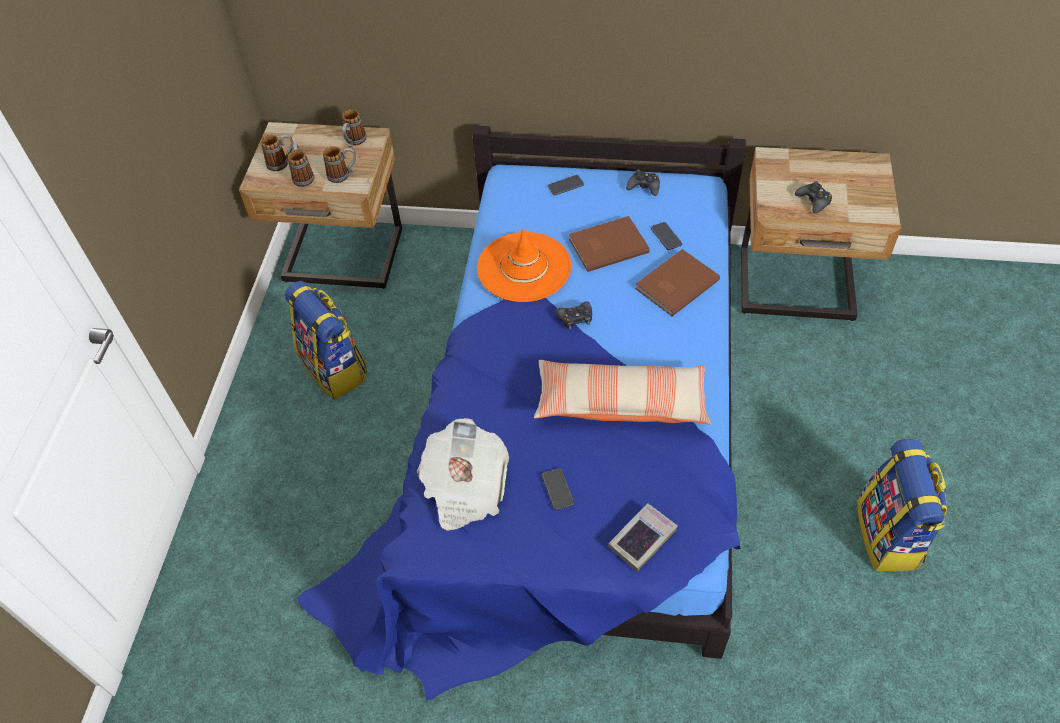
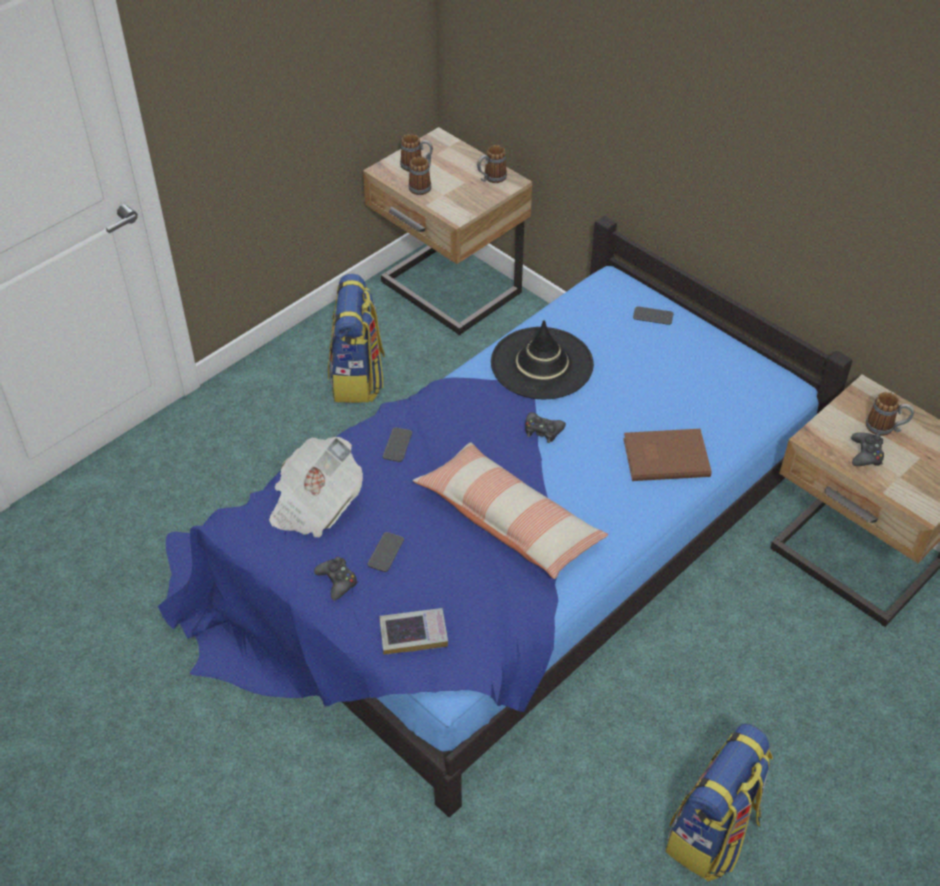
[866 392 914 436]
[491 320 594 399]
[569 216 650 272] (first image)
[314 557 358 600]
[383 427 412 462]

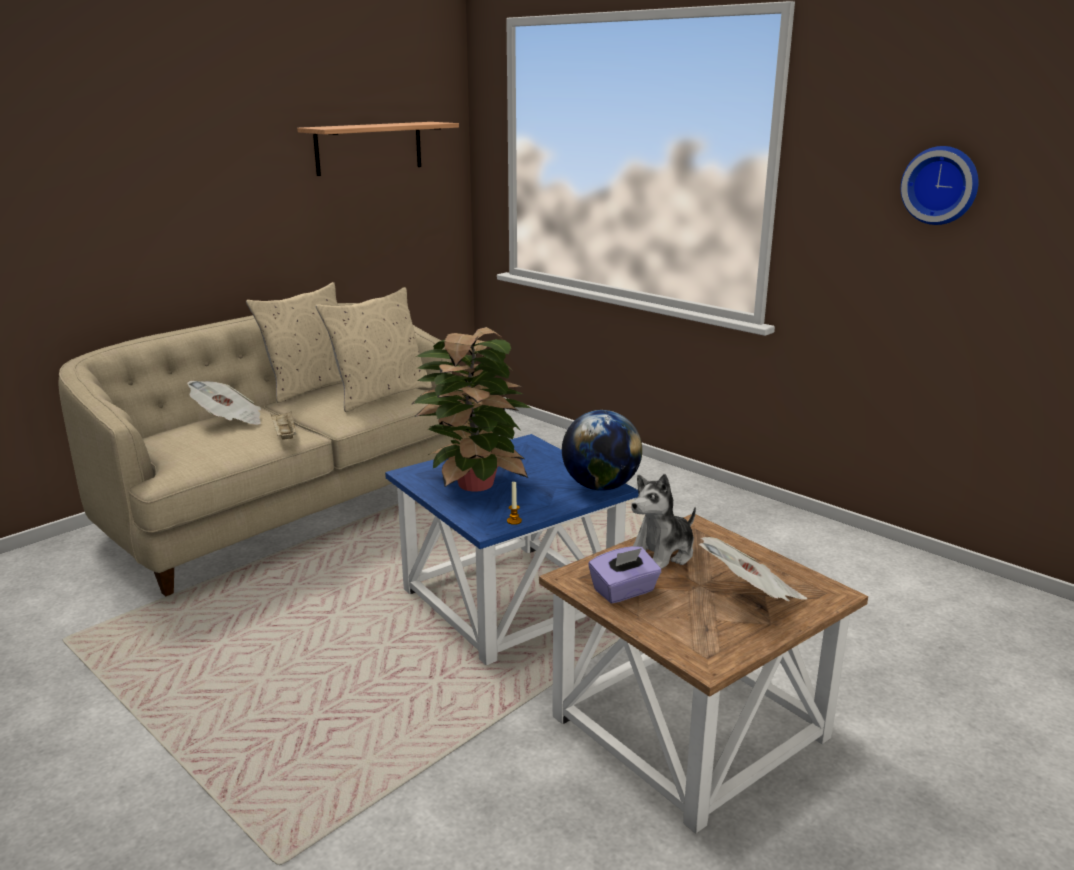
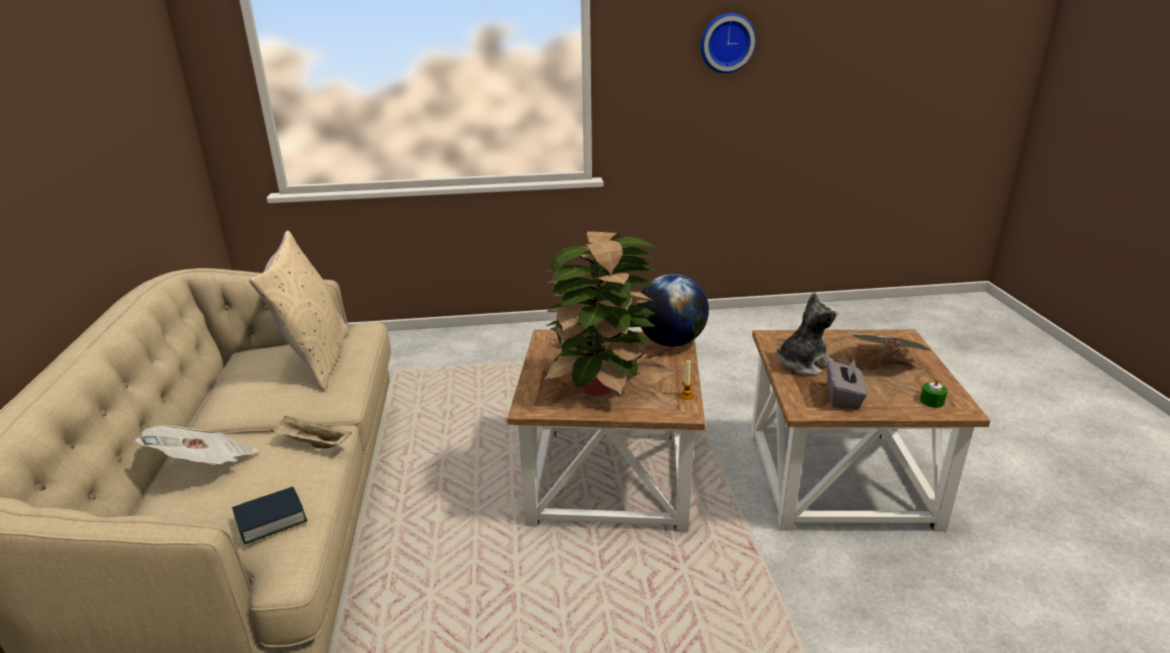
[246 282 342 403] (first image)
[297 122 459 176] (first image)
[507 329 705 532]
[827 358 867 409]
[777 292 838 375]
[232 487 307 544]
[920 378 948 408]

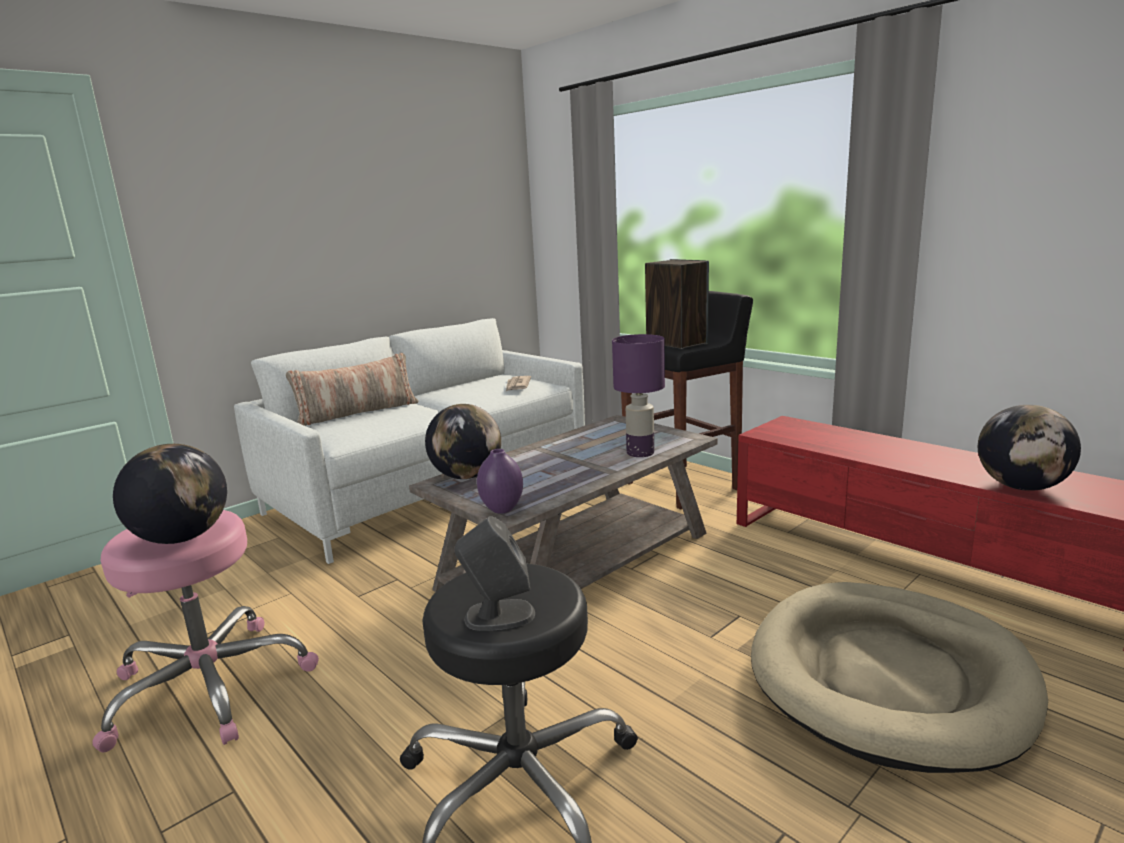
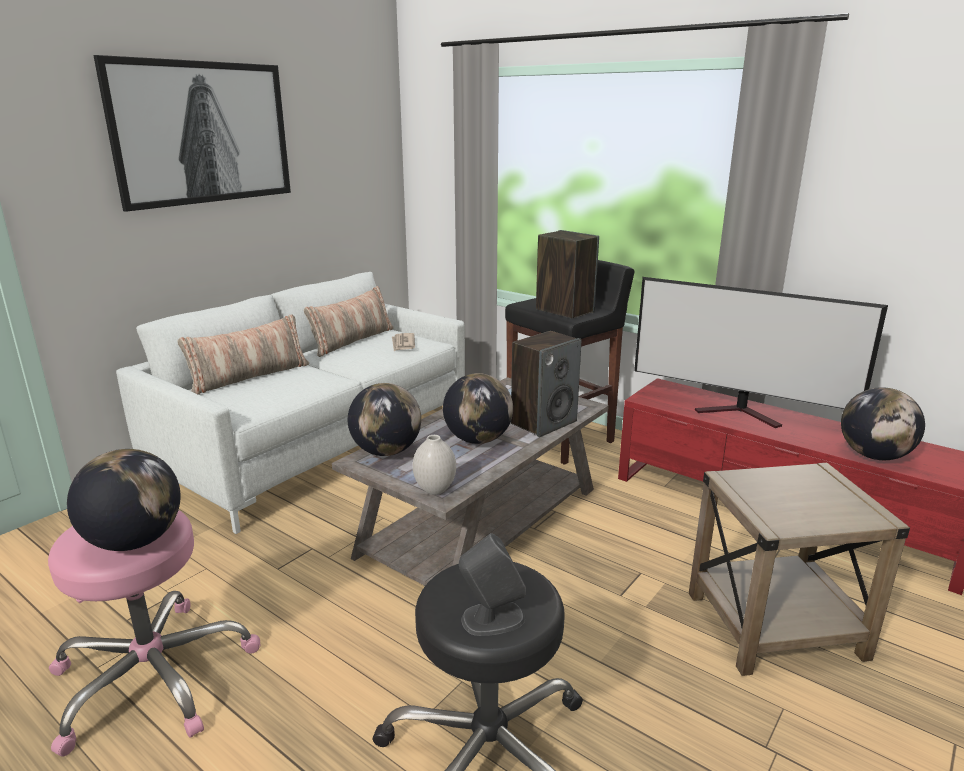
[413 435 456 495]
[511 331 581 437]
[689 463 910 676]
[93 55 291 212]
[304 286 393 357]
[443 373 513 444]
[634 277 888 428]

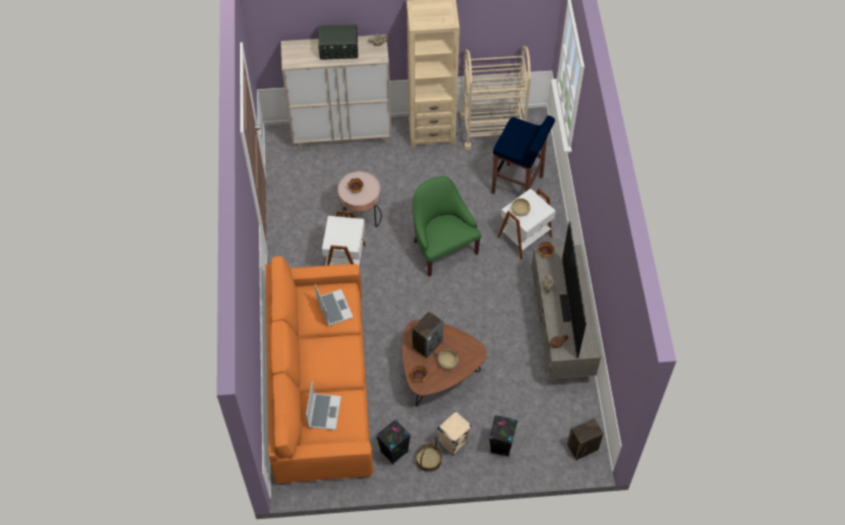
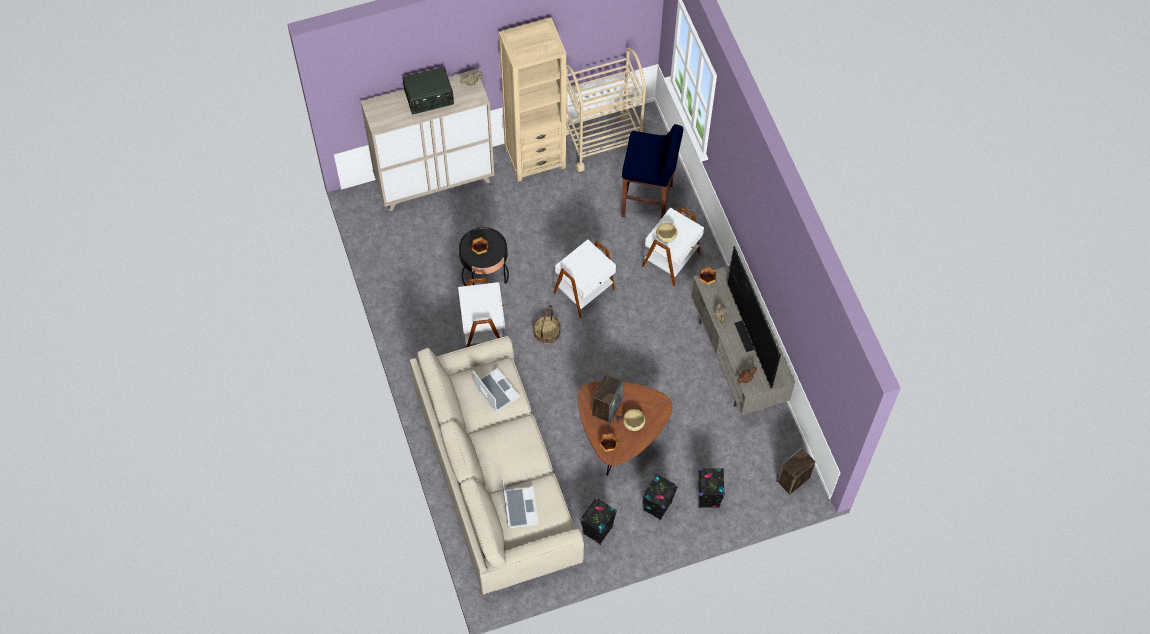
[410 336 584 594]
[459 227 509 286]
[553 239 616 319]
[533 305 561 344]
[642 474 678 520]

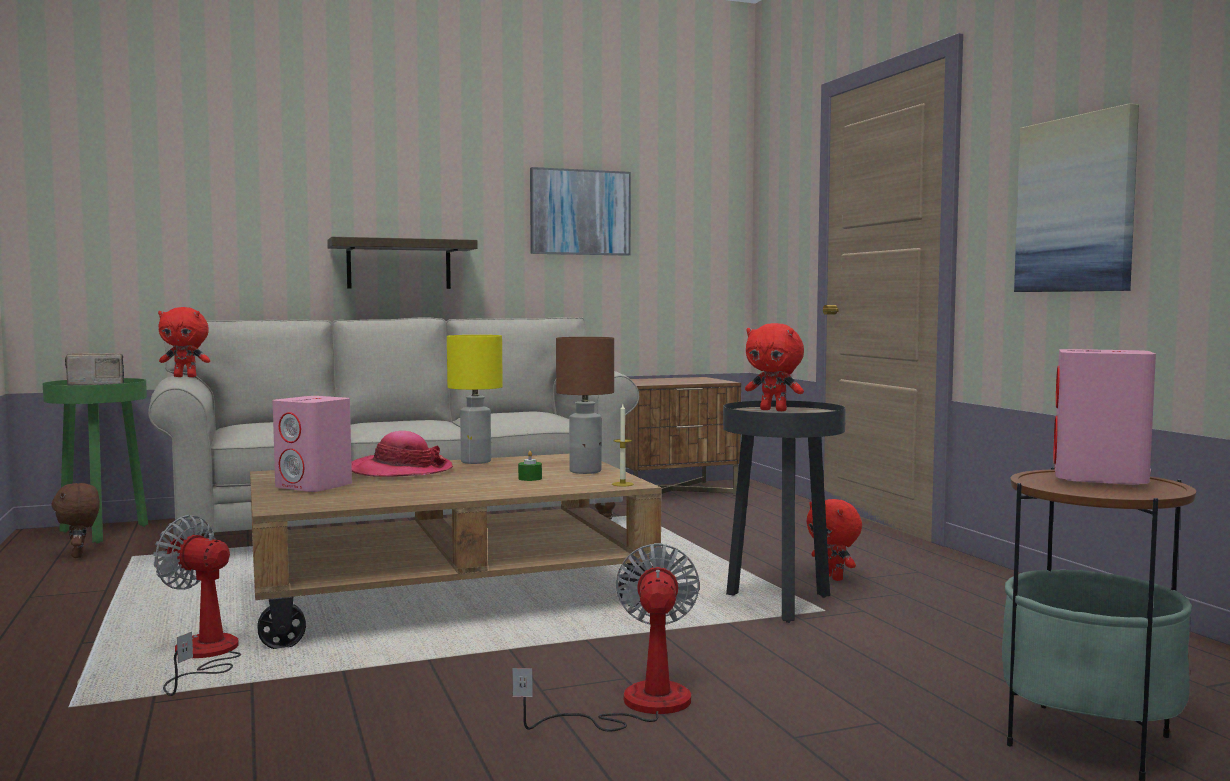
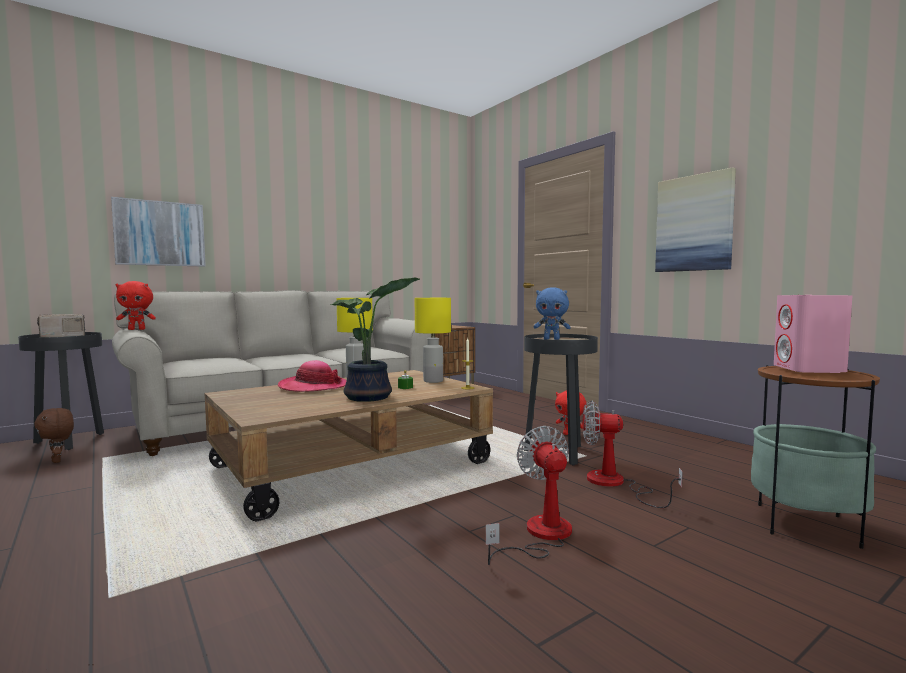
[18 332 104 450]
[583 400 683 508]
[273 396 352 492] (first image)
[327 237 478 289] (first image)
[111 197 206 267]
[415 298 451 383]
[534 287 571 340]
[330 277 420 402]

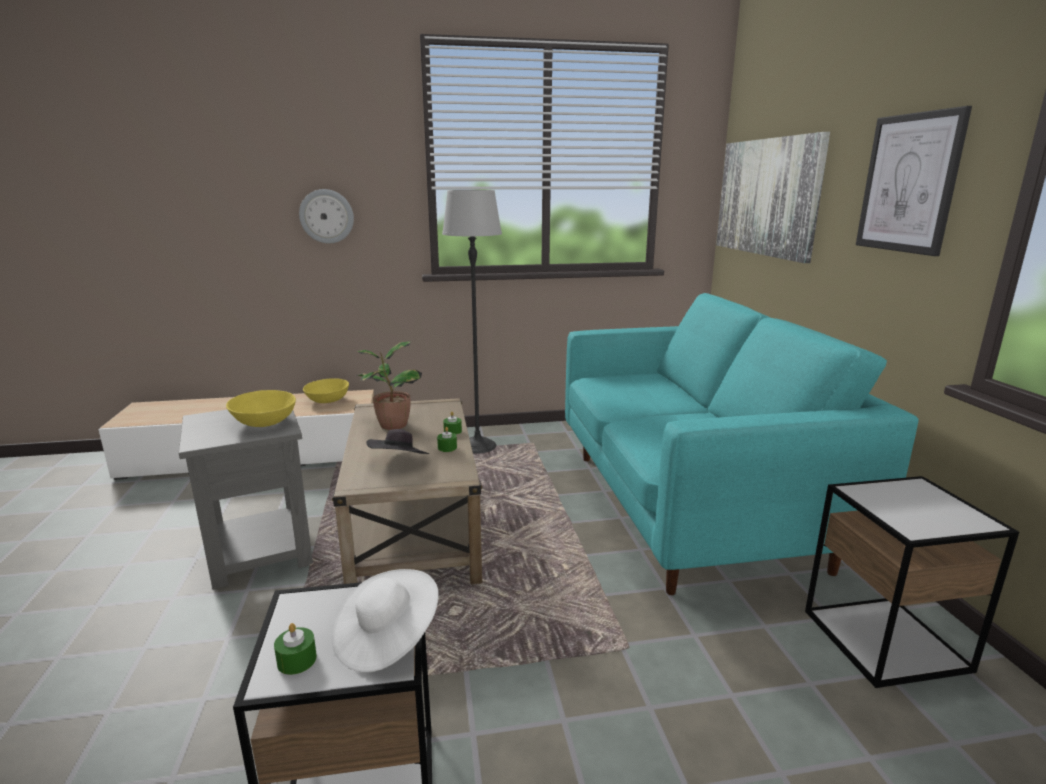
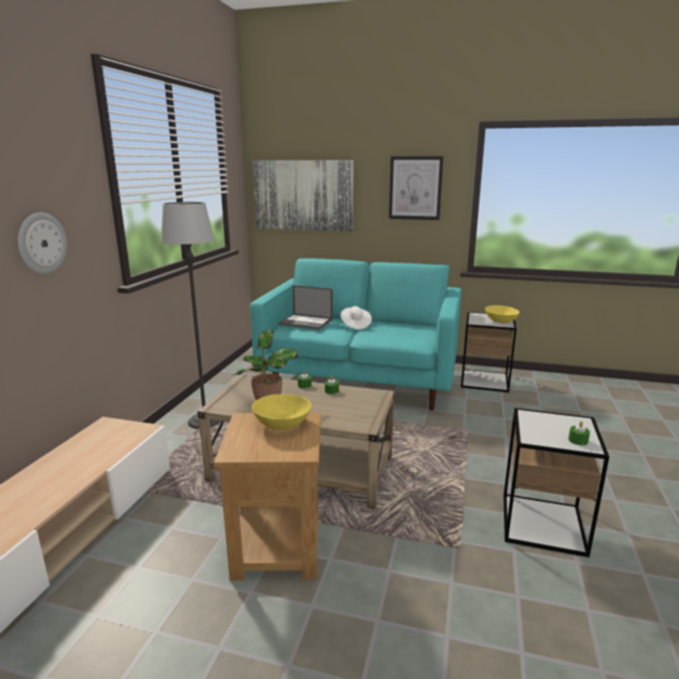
[214 412 321 581]
[485 305 520 323]
[340 306 372 330]
[366 429 429 454] (first image)
[278 285 333 330]

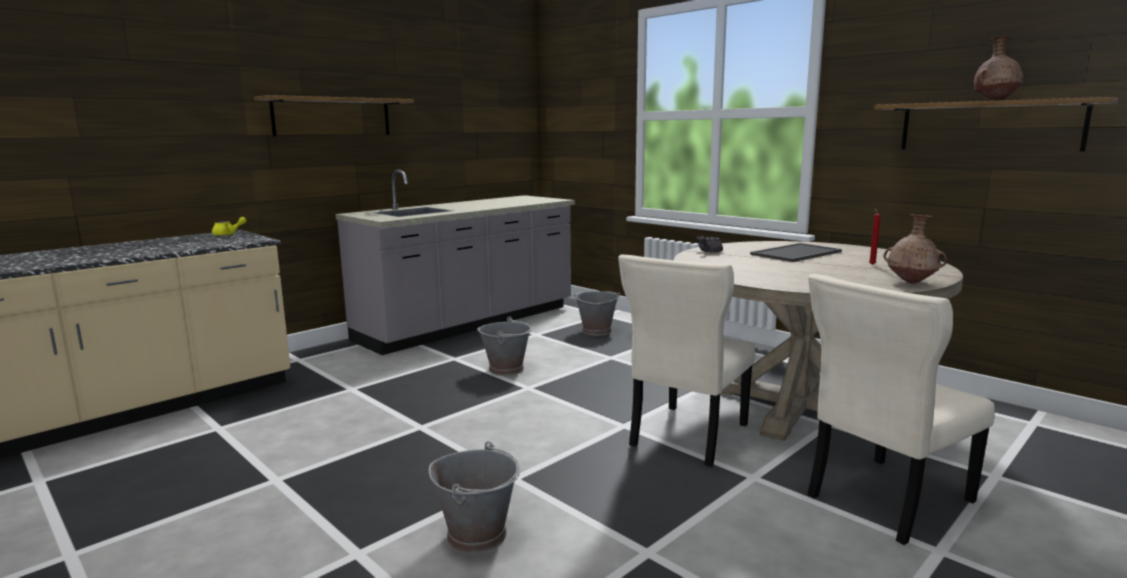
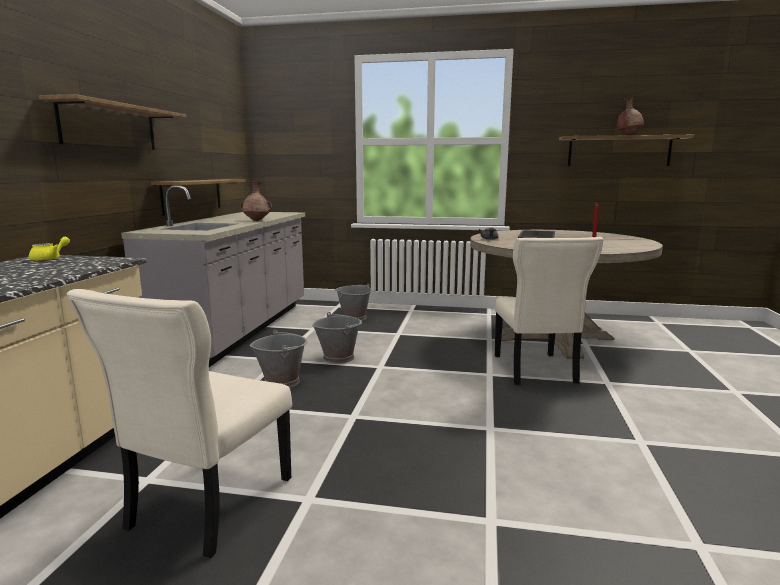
[250 330 308 388]
[67 289 292 558]
[240 181 272 221]
[151 179 245 216]

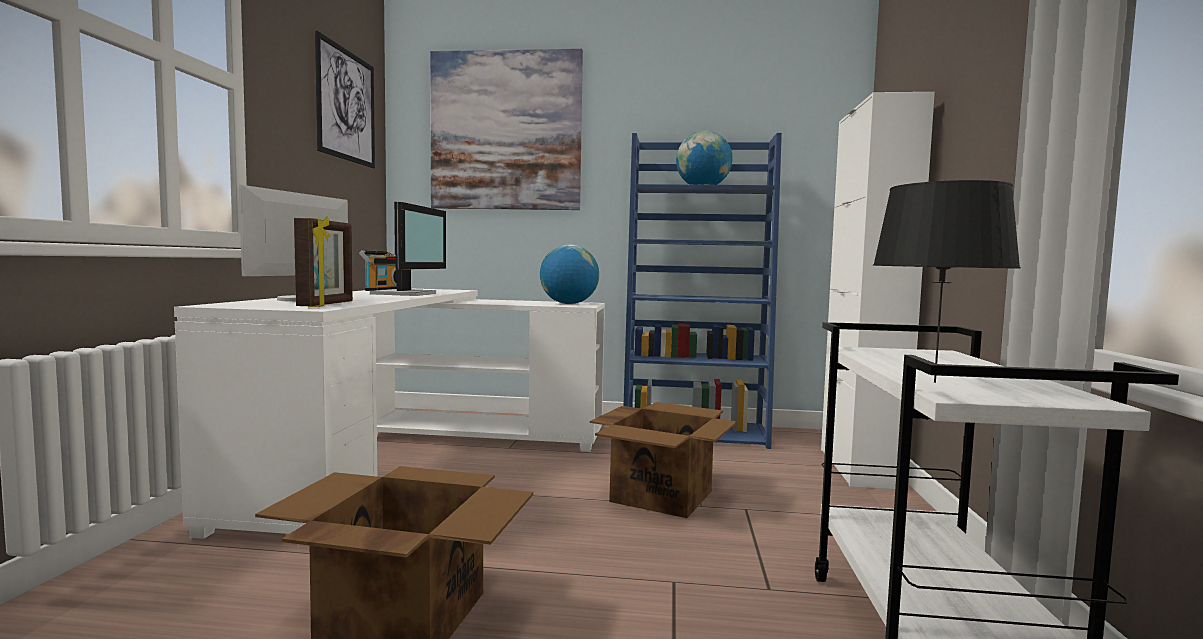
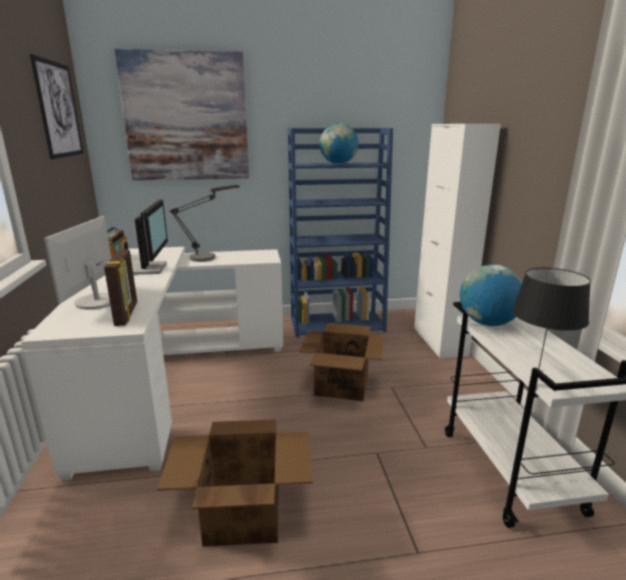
[460 264 523 326]
[170 185 240 262]

